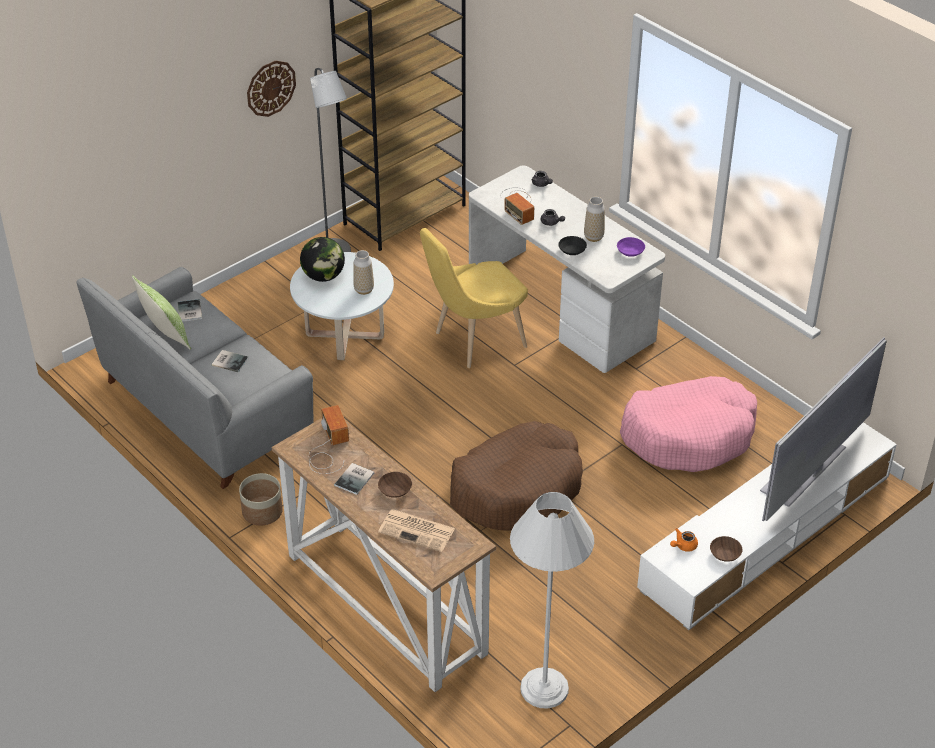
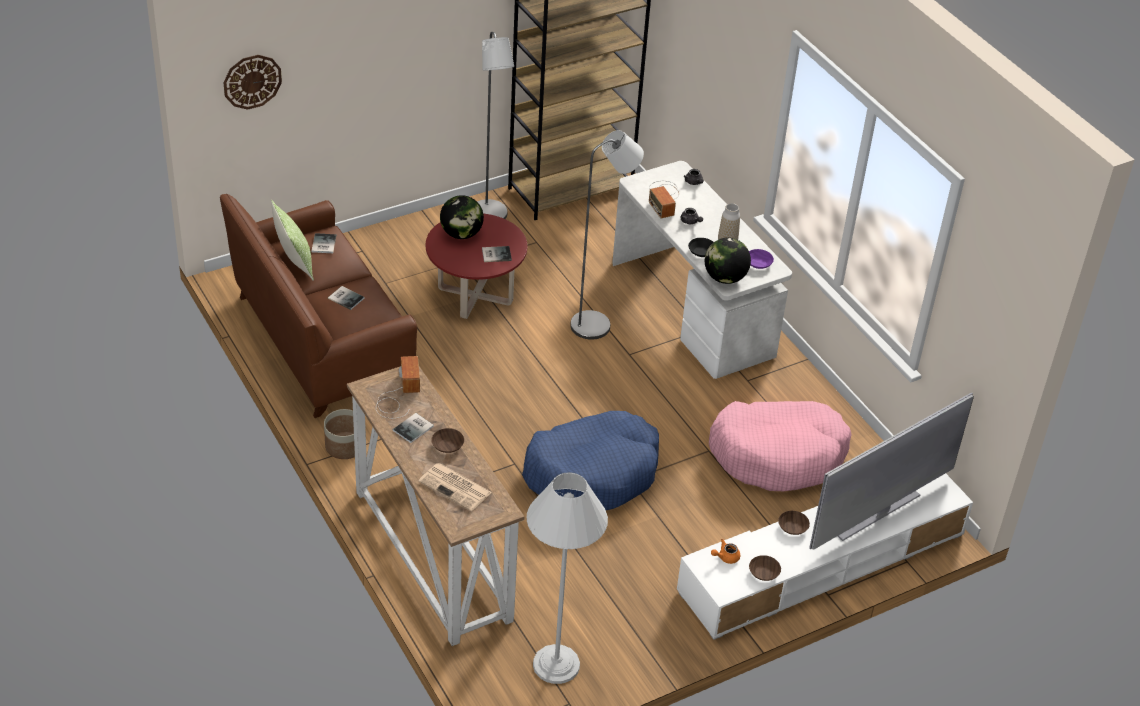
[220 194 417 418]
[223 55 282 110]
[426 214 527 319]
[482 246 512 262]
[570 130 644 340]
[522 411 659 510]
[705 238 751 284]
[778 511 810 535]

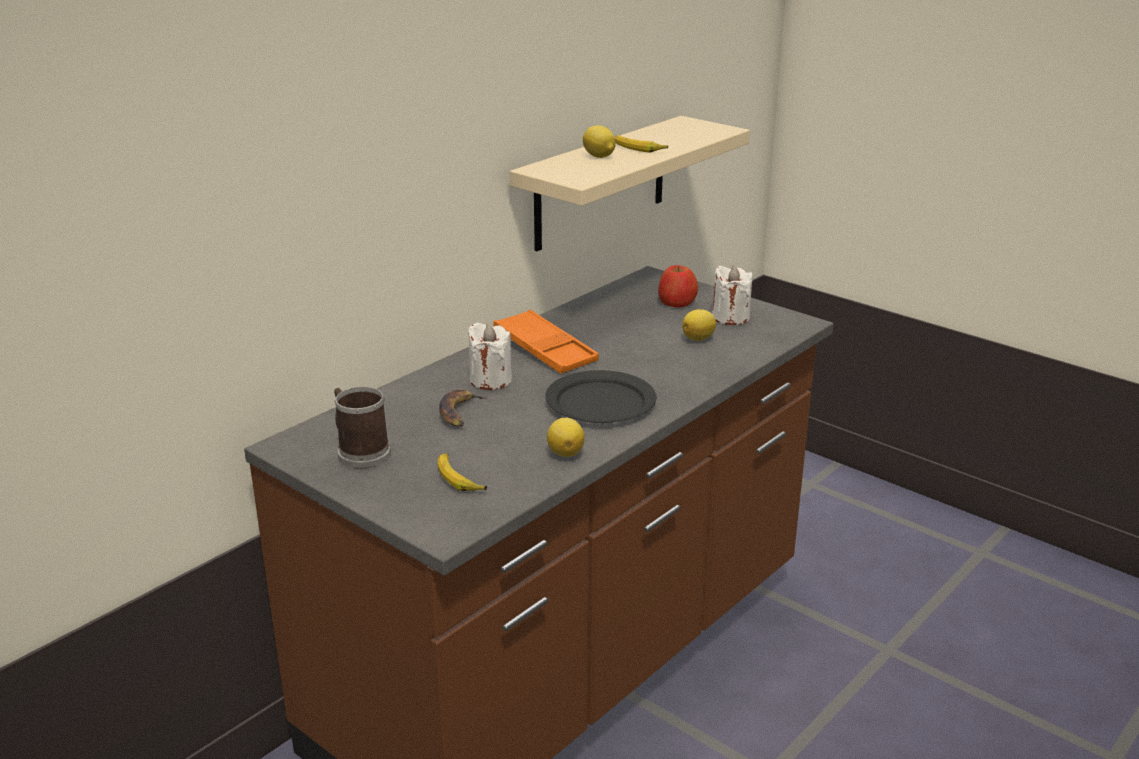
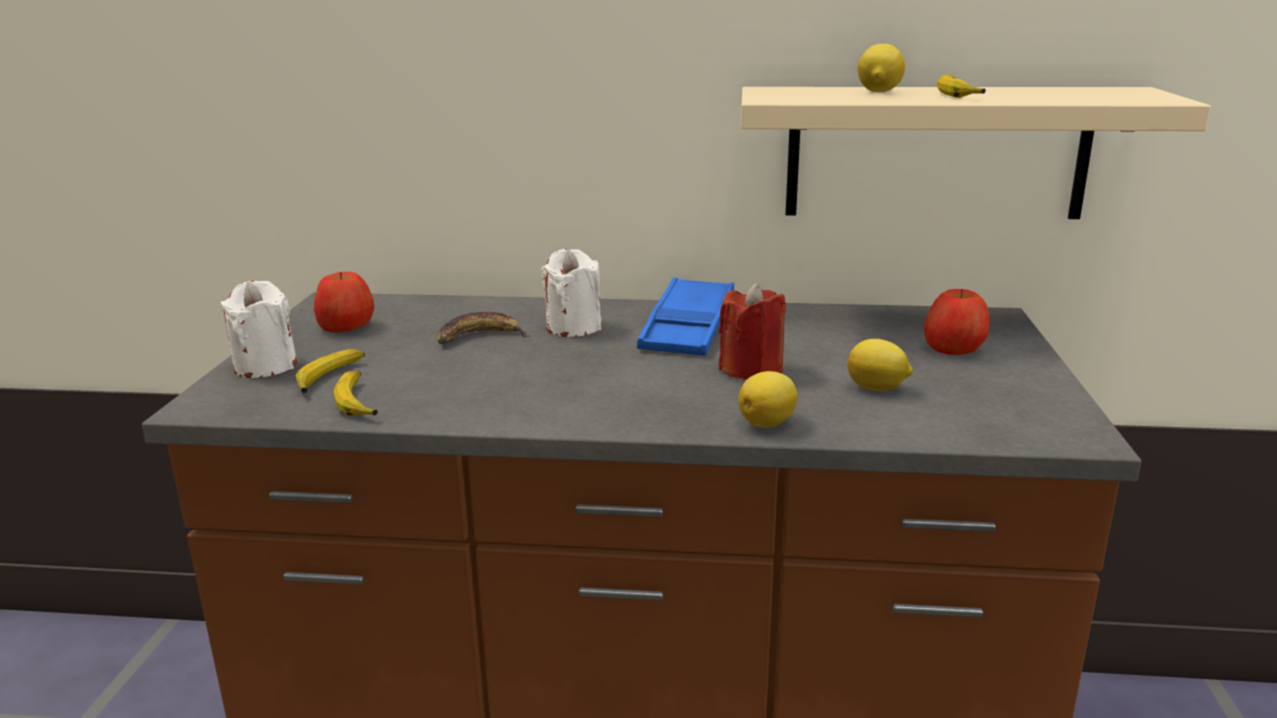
[314 272 374 333]
[637 277 734 356]
[545 370 656 423] (first image)
[739 371 798 428]
[220 280 297 378]
[334 371 378 415]
[719 282 786 380]

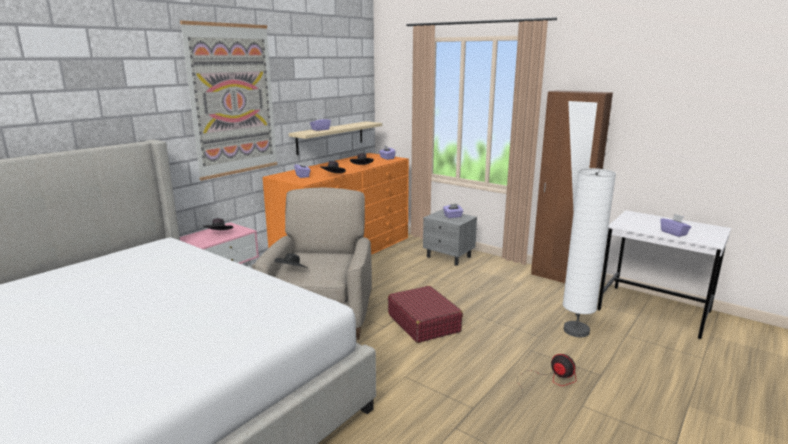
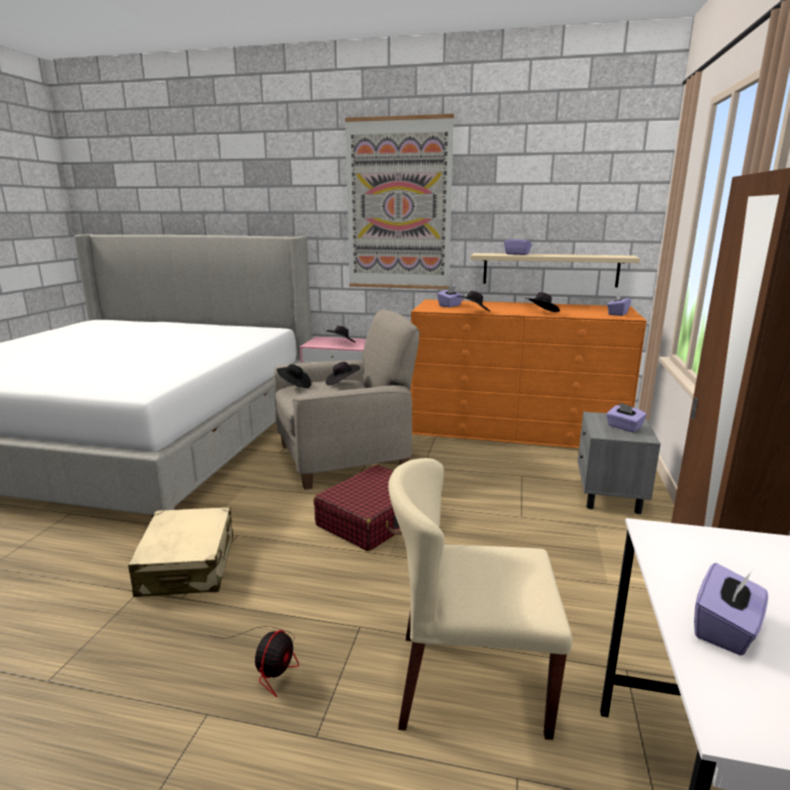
[388 458 572 740]
[128 507 233 597]
[326 362 360 385]

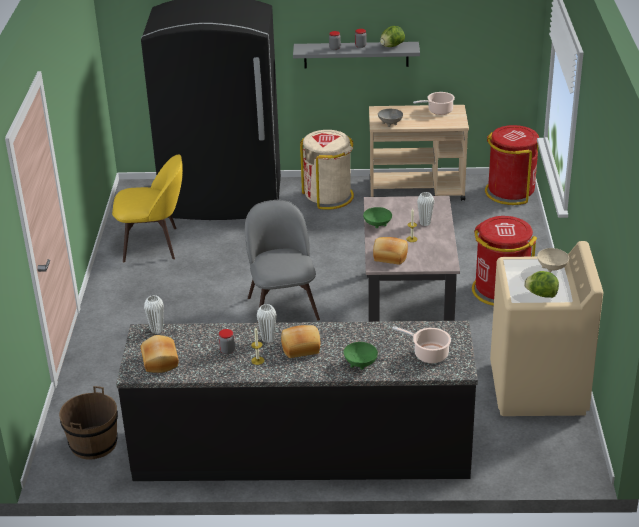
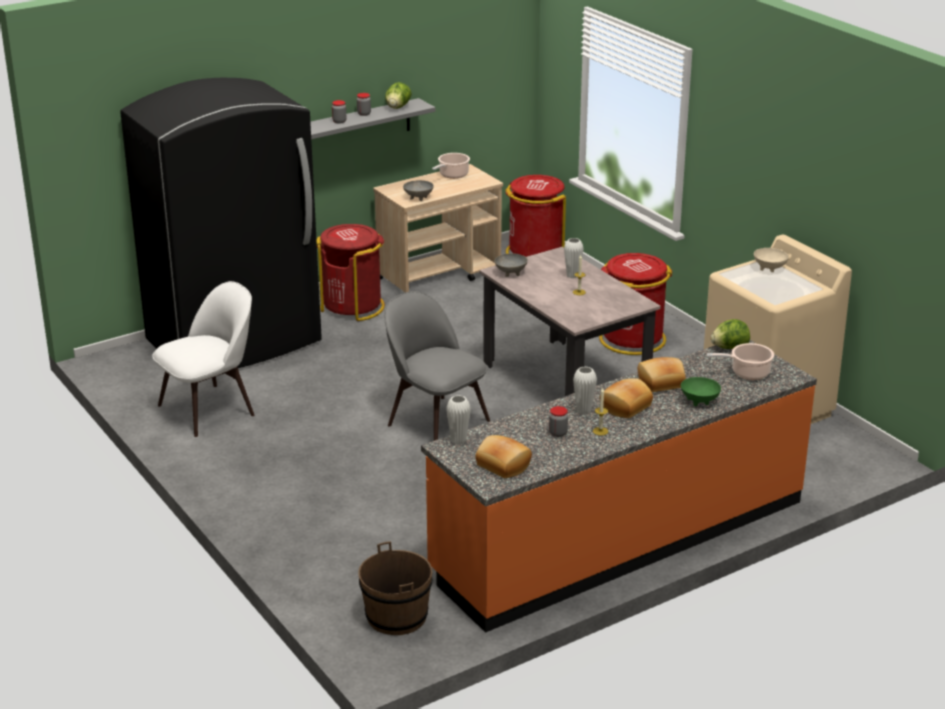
[152 281 255 437]
[421 340 817 633]
[316 224 385 321]
[363 207 392 228] (first image)
[638 357 686 392]
[711 319 750 349]
[494 253 528 277]

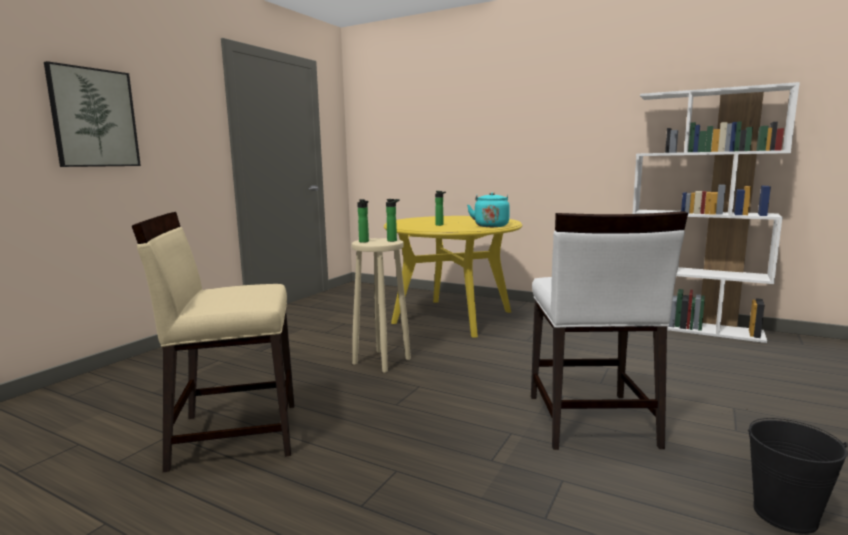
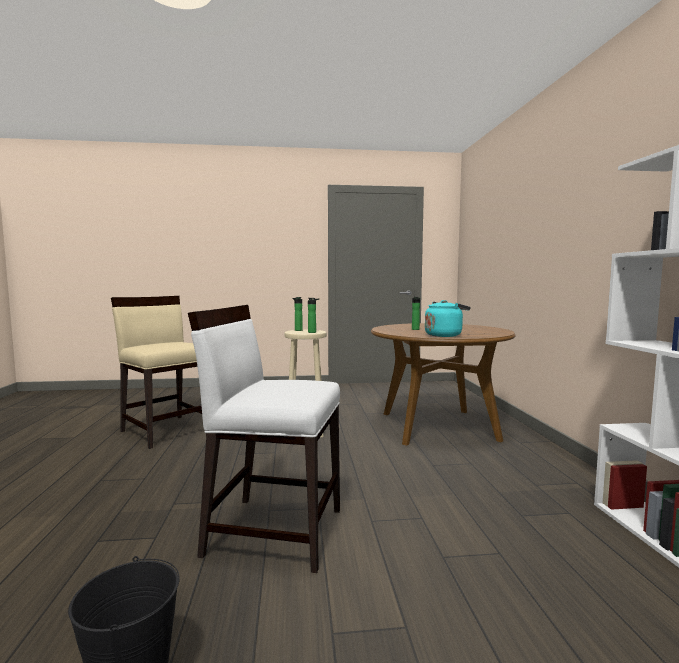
[44 61 141 167] (first image)
[371 323 516 446]
[188 305 340 573]

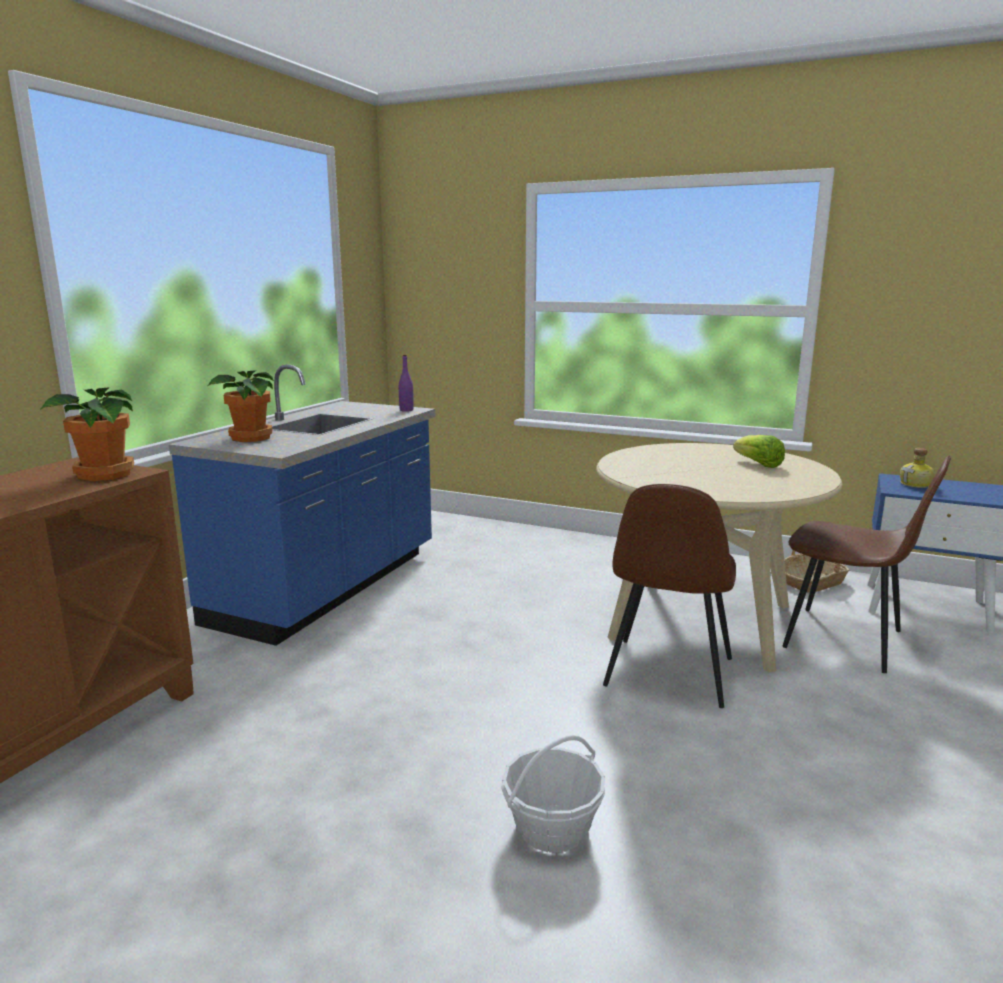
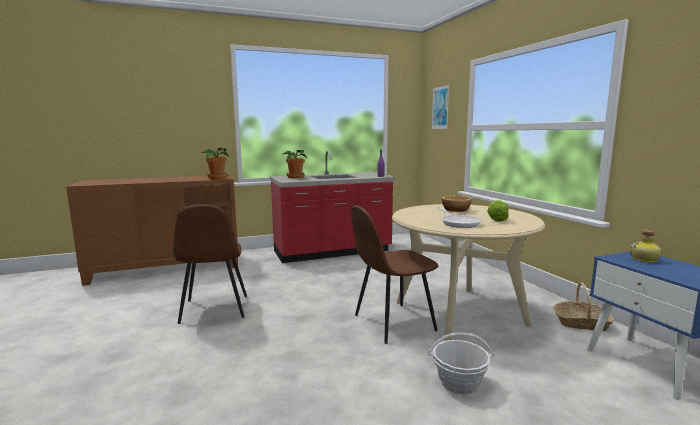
[270 150 395 263]
[428 333 494 394]
[173 204 247 324]
[431 84 450 130]
[436 207 482 228]
[442 196 472 212]

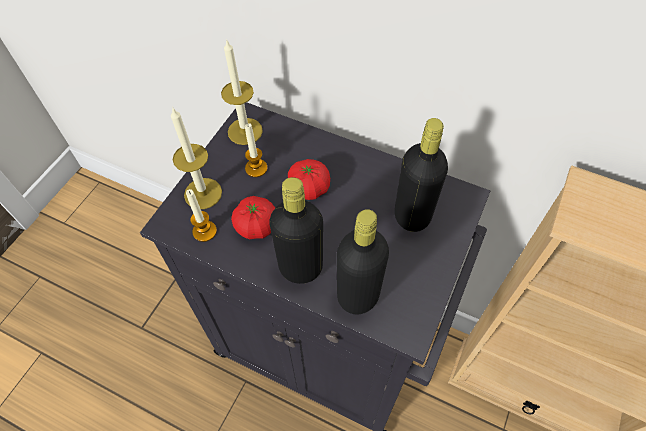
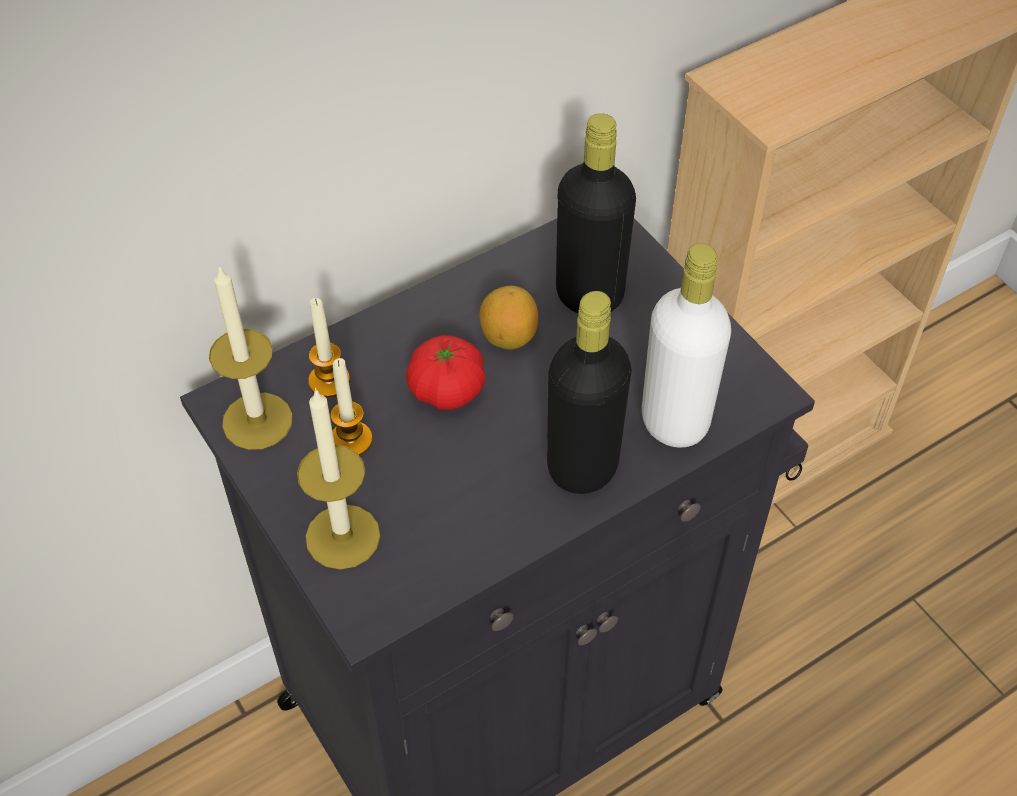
[308 298 350 398]
[231 196 275 239] (first image)
[642 243 731 448]
[479 286 538 350]

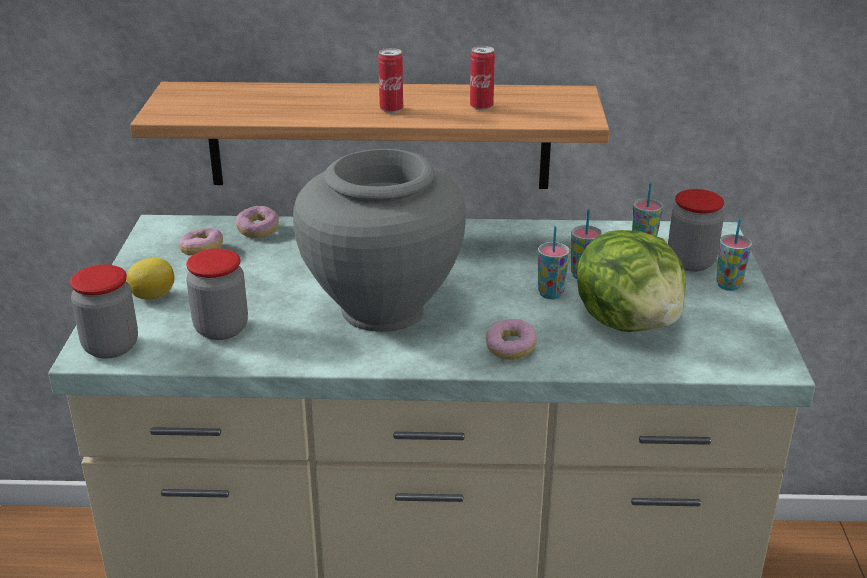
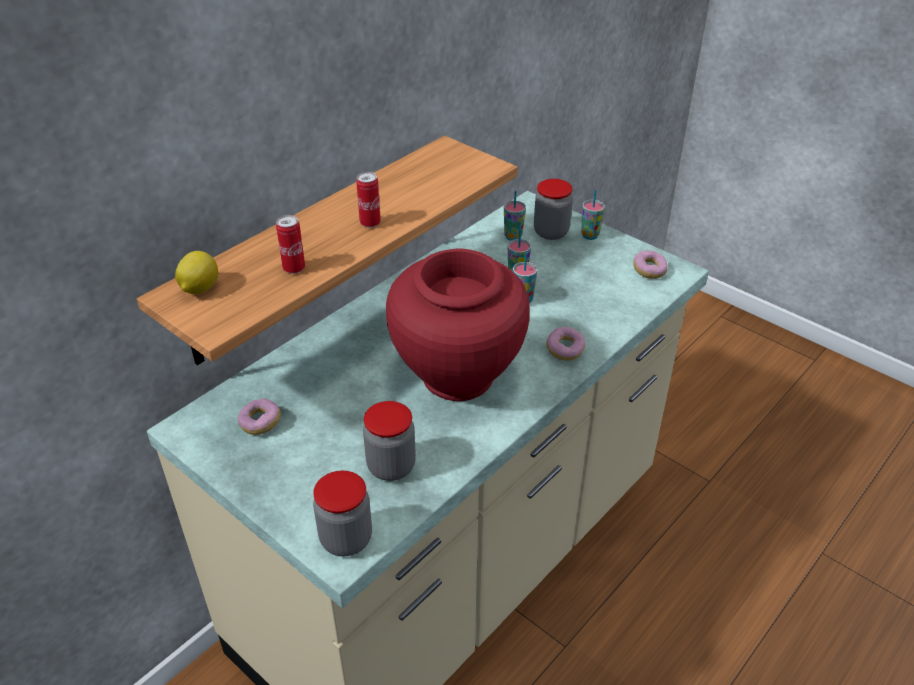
[175 251 218 294]
[634 251 668 279]
[386 248 530 401]
[276 215 305 274]
[577 230 686 332] (first image)

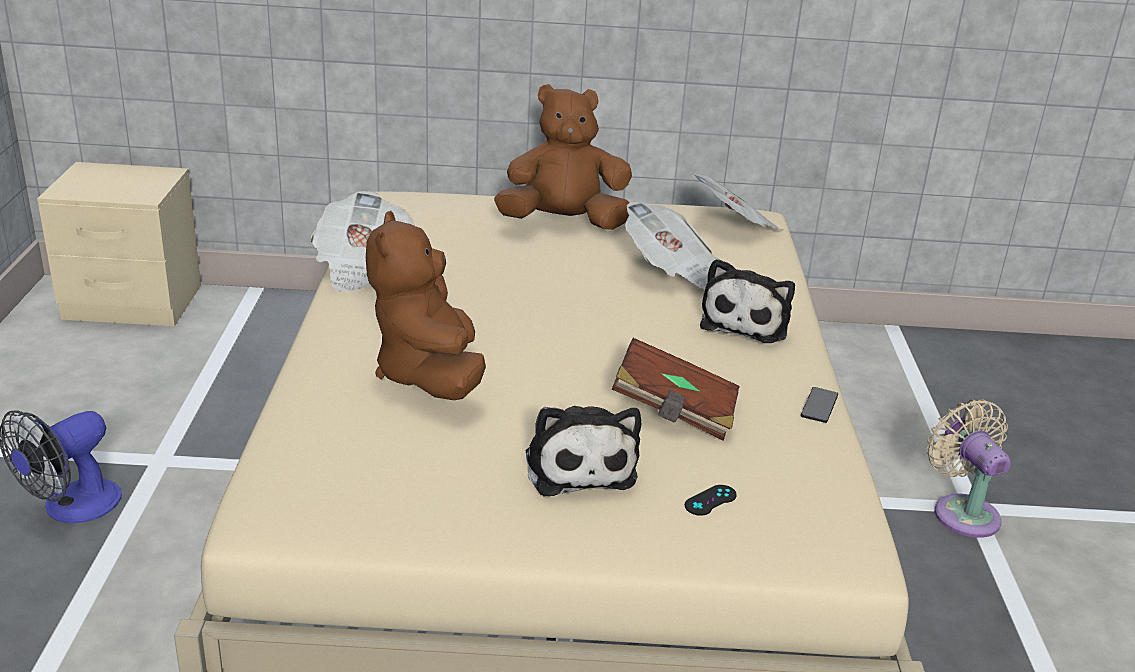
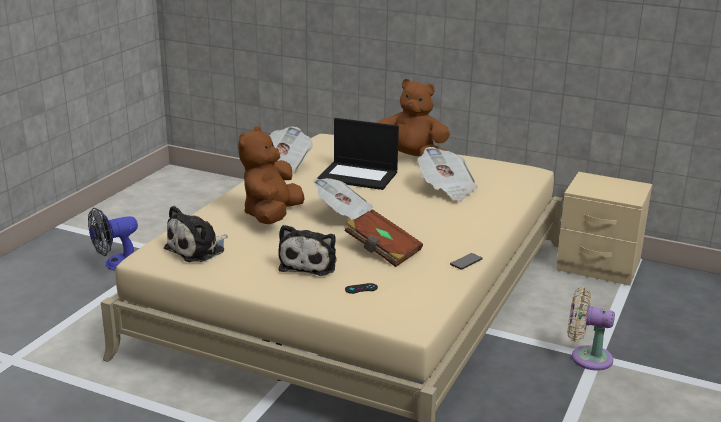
[556 172 652 286]
[313 178 373 220]
[164 206 228 262]
[568 287 615 370]
[317 118 399 190]

